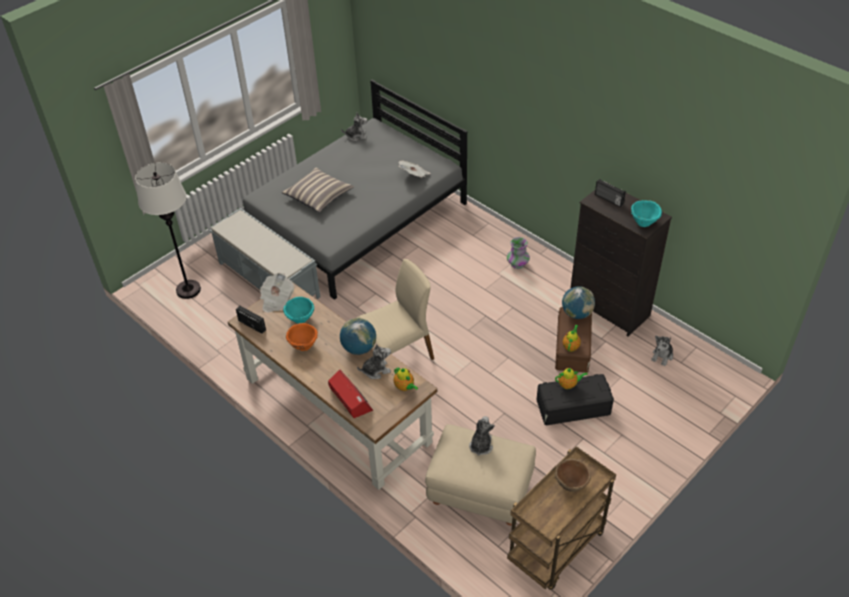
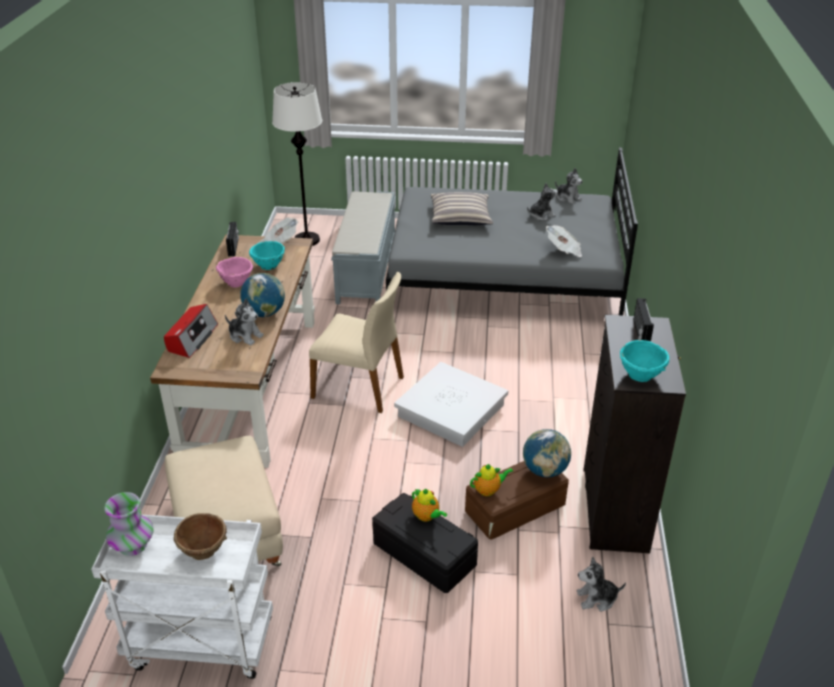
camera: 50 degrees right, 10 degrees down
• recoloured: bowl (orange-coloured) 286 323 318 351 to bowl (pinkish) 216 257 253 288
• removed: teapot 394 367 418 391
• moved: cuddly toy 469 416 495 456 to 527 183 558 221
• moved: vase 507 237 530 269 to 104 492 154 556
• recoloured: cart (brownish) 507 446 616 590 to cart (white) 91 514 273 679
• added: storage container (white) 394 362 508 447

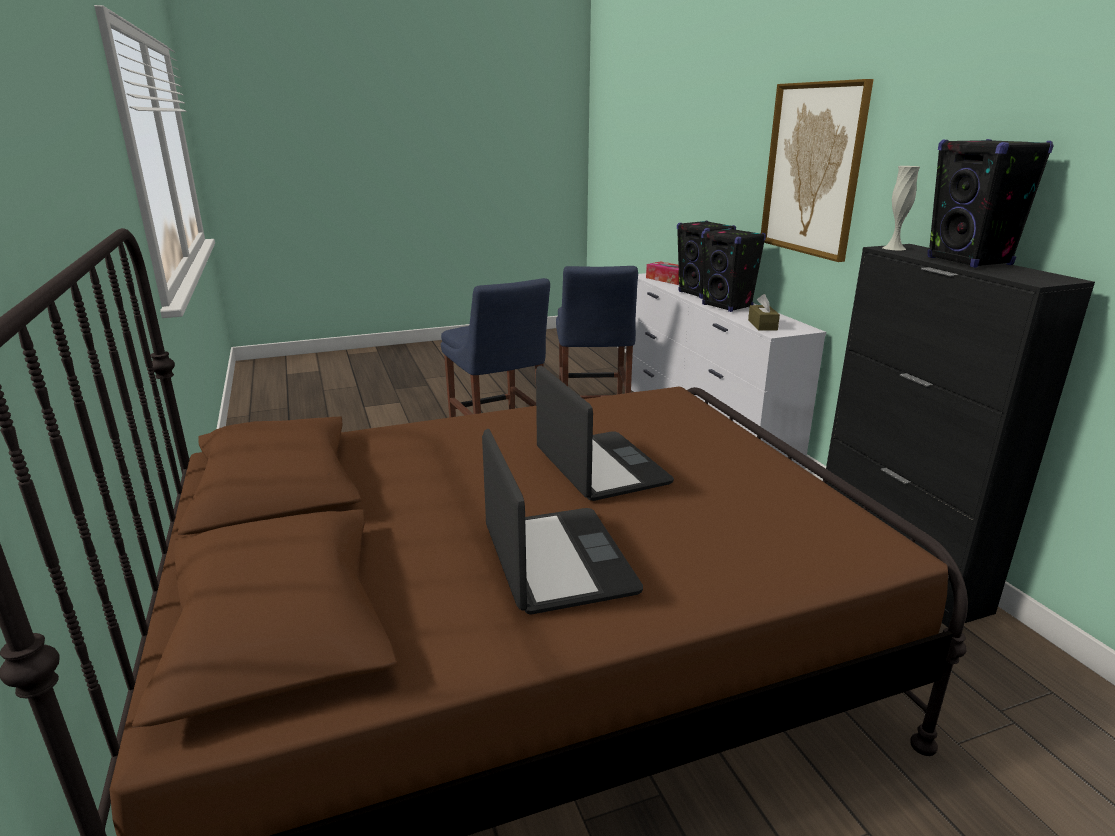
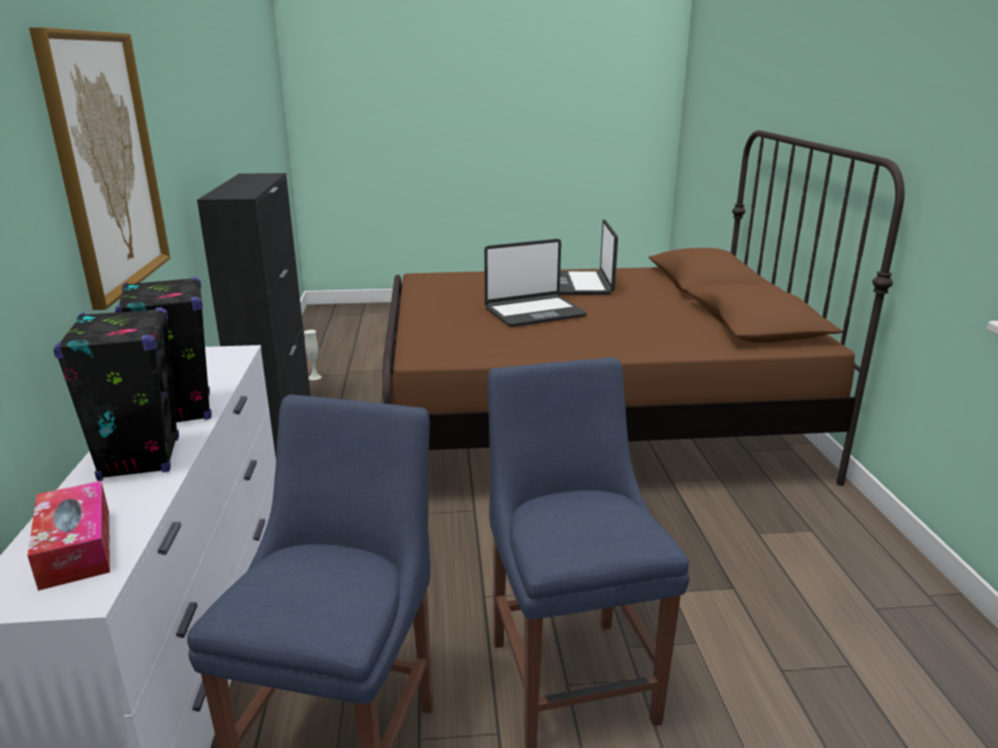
camera: 165 degrees left, 0 degrees up
• turned: portable computer 536 366 674 501 = 484 239 587 327 105 degrees counterclockwise
• removed: box of tissues (brownish) 748 294 780 331
• moved: vase (white) 883 166 920 250 to 304 330 322 380
• removed: speaker (black-coloured) 927 139 1054 268

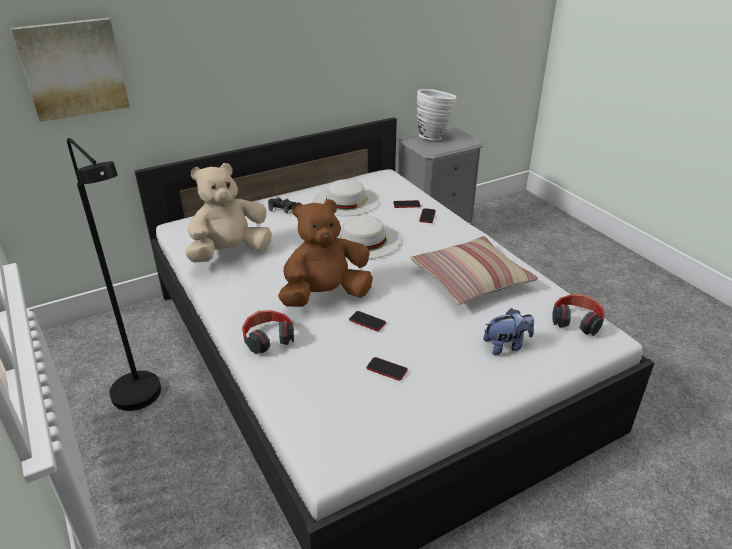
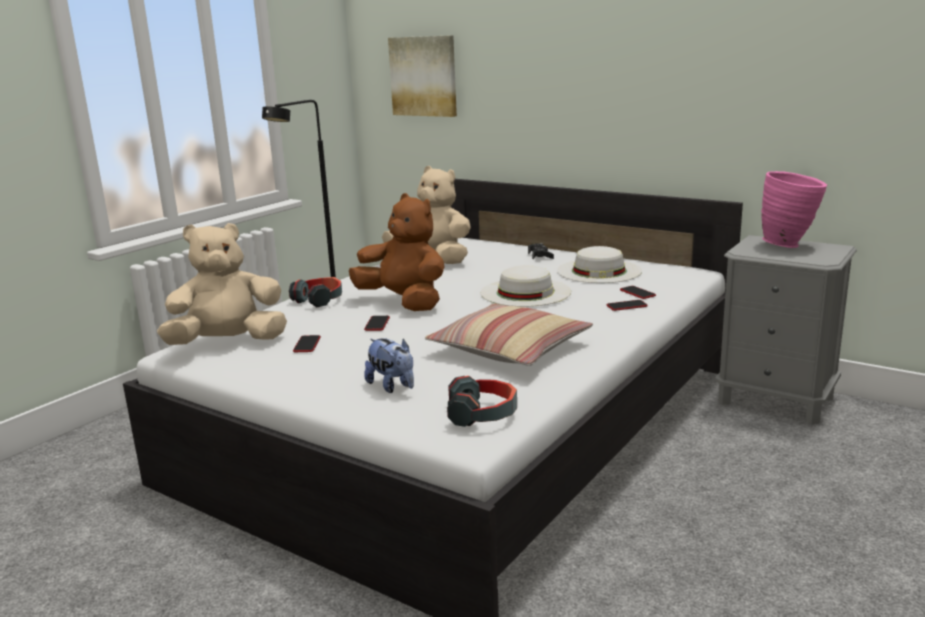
camera: 65 degrees right, 15 degrees down
• recoloured: vase (white) 417 89 456 140 to vase (pinkish) 761 171 827 248
• added: cuddly toy (sand-coloured) 157 223 287 345

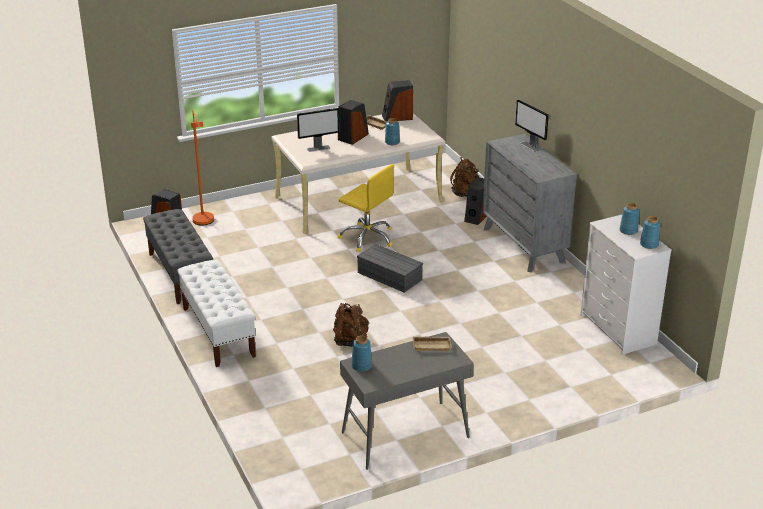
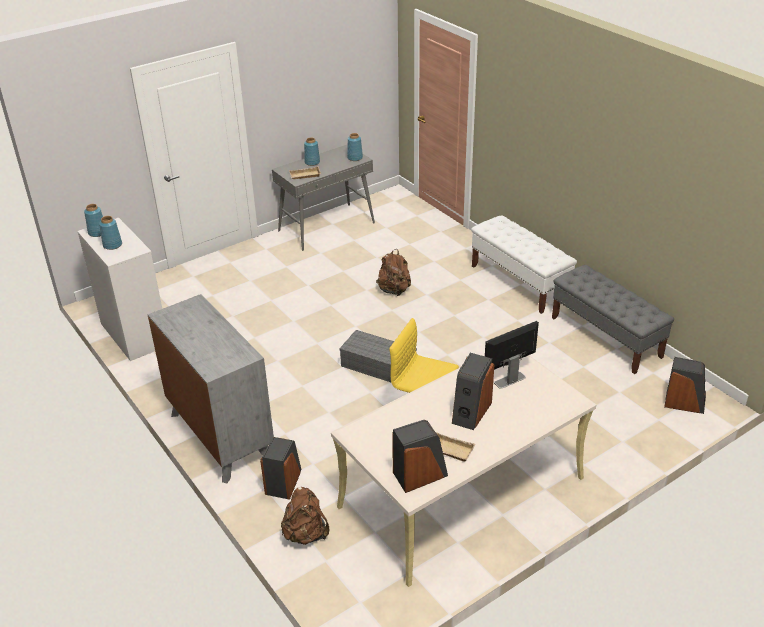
camera: 170 degrees right, 5 degrees up
• removed: standing lamp (orange-coloured) 191 110 214 225
• moved: vase (blue) 385 118 400 145 to 304 137 320 166
• removed: computer display 515 99 549 152

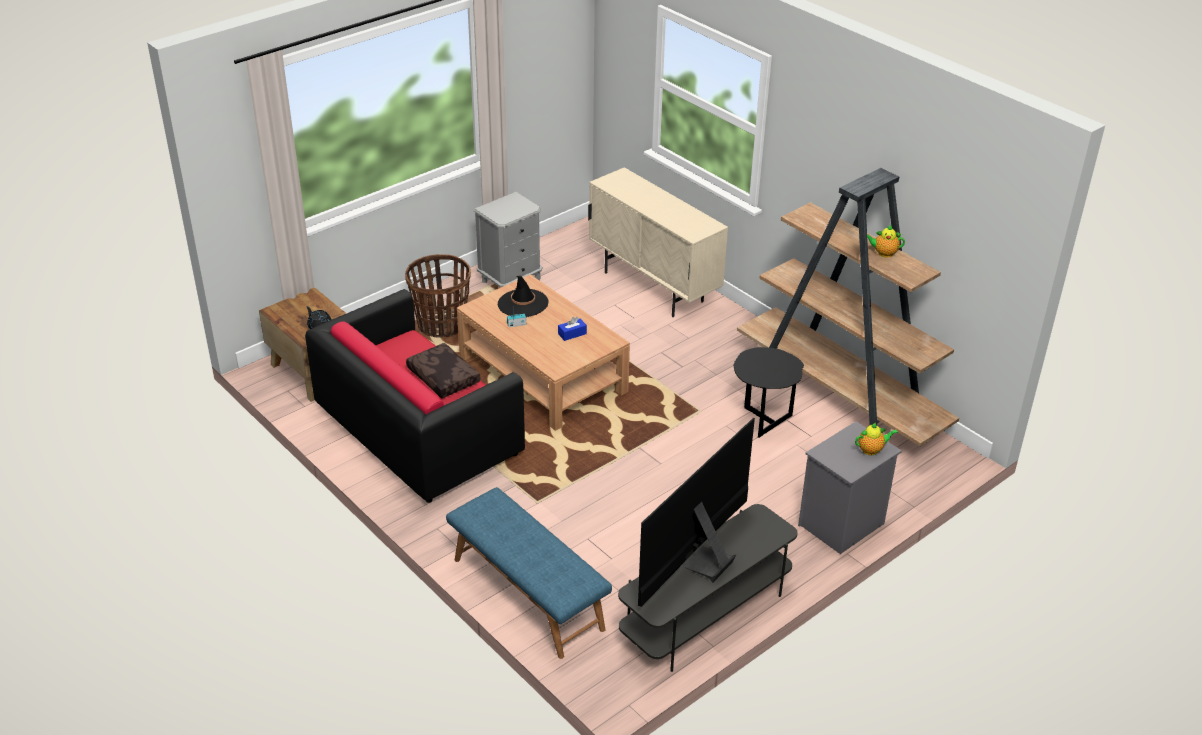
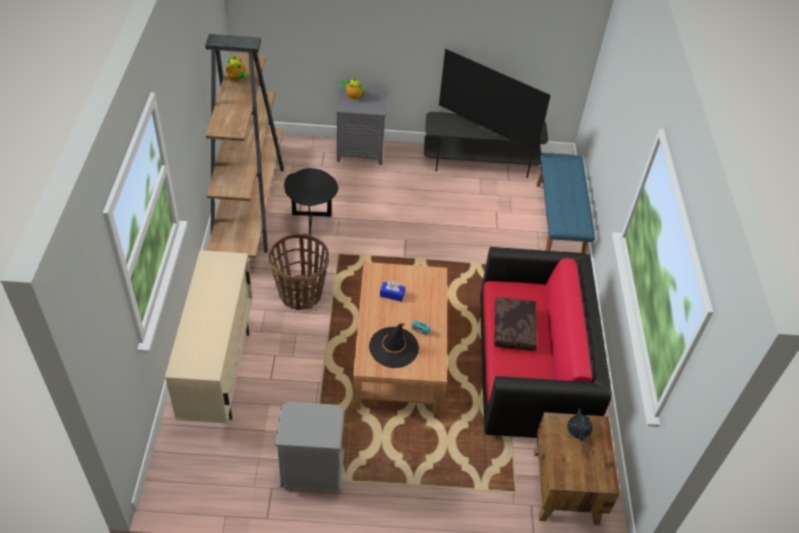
camera: 140 degrees left, 10 degrees up
• moved: household basket 405 254 471 338 to 269 233 329 310
• turned: TV set 638 418 755 607 = 439 49 551 151 45 degrees clockwise

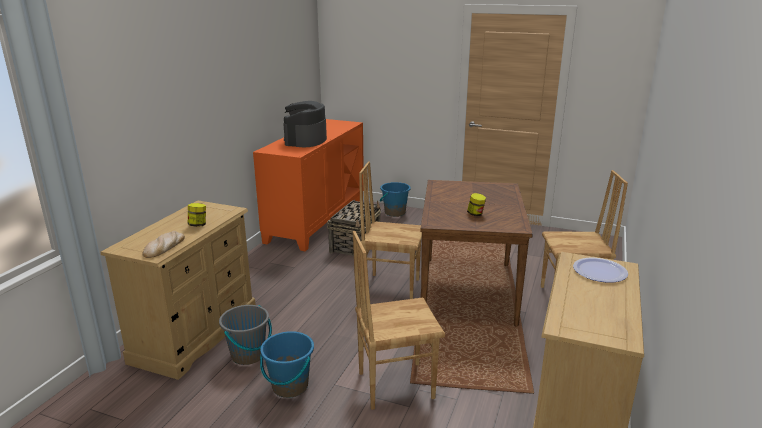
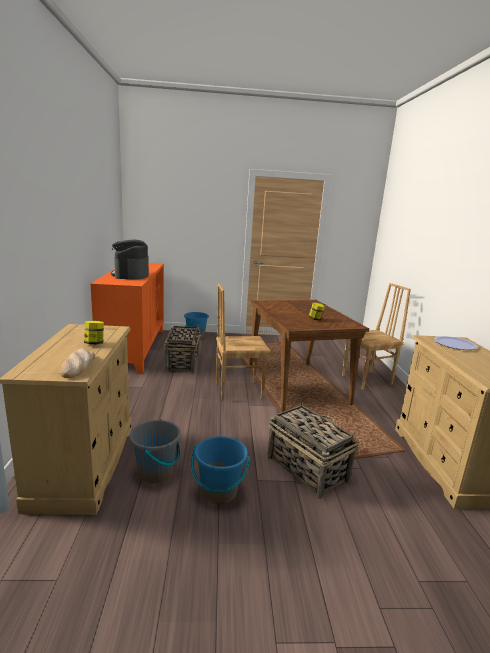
camera: 25 degrees left, 5 degrees down
• replaced: chair (brownish) 353 231 445 410 to household basket 268 400 359 499

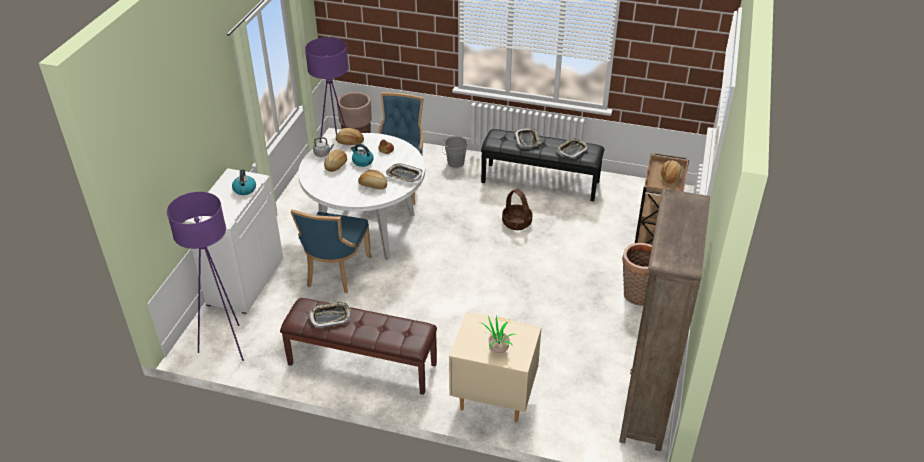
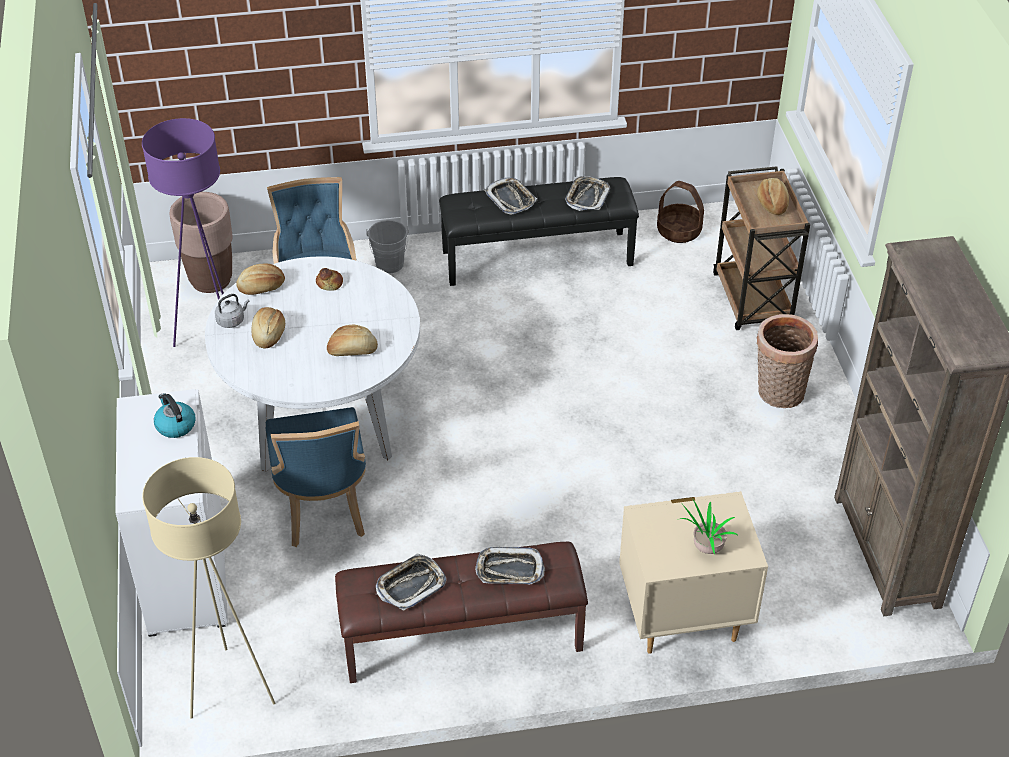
camera: 25 degrees left, 5 degrees up
• recoloured: standing lamp (purple) 167 192 244 361 to standing lamp (sand-coloured) 142 457 275 719
• removed: tea kettle 351 144 374 167
• moved: carrying tray 386 163 423 182 to 475 547 545 585
• moved: household basket 502 189 532 230 to 657 181 704 243

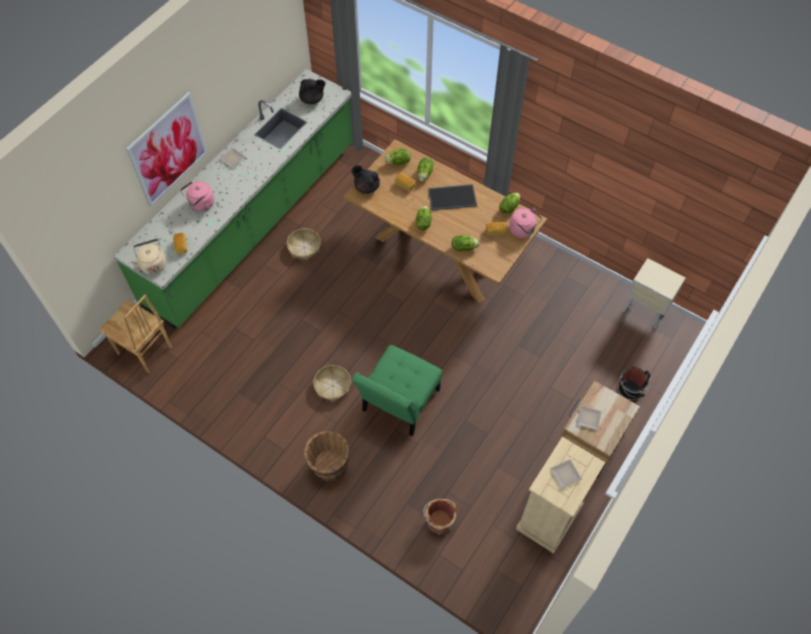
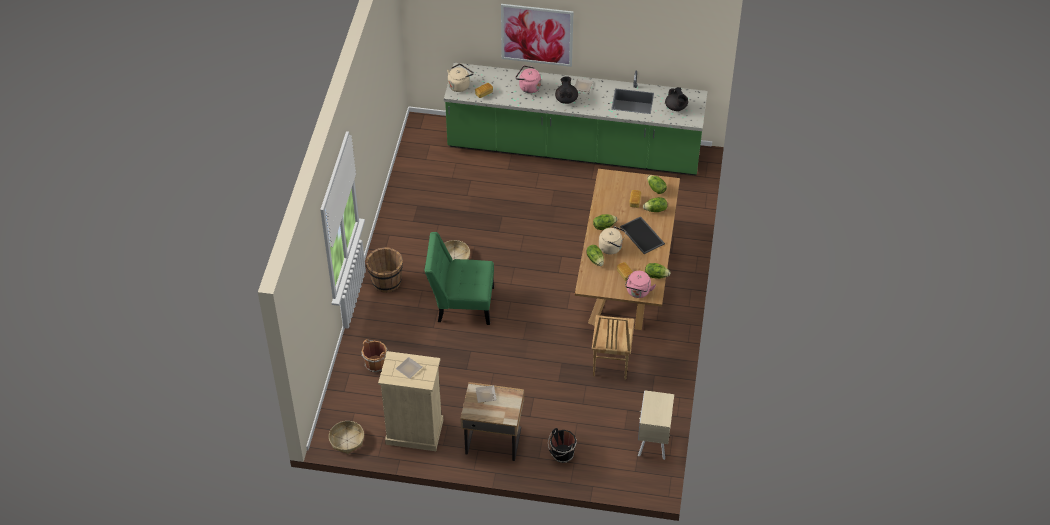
camera: 65 degrees right, 10 degrees down
• moved: chair (brownish) 99 295 172 373 to 592 315 635 380
• moved: household basket 287 229 321 260 to 329 421 364 454
• moved: teapot (black-coloured) 351 165 380 194 to 555 76 578 104
• added: tea kettle (sand-coloured) 599 226 626 255

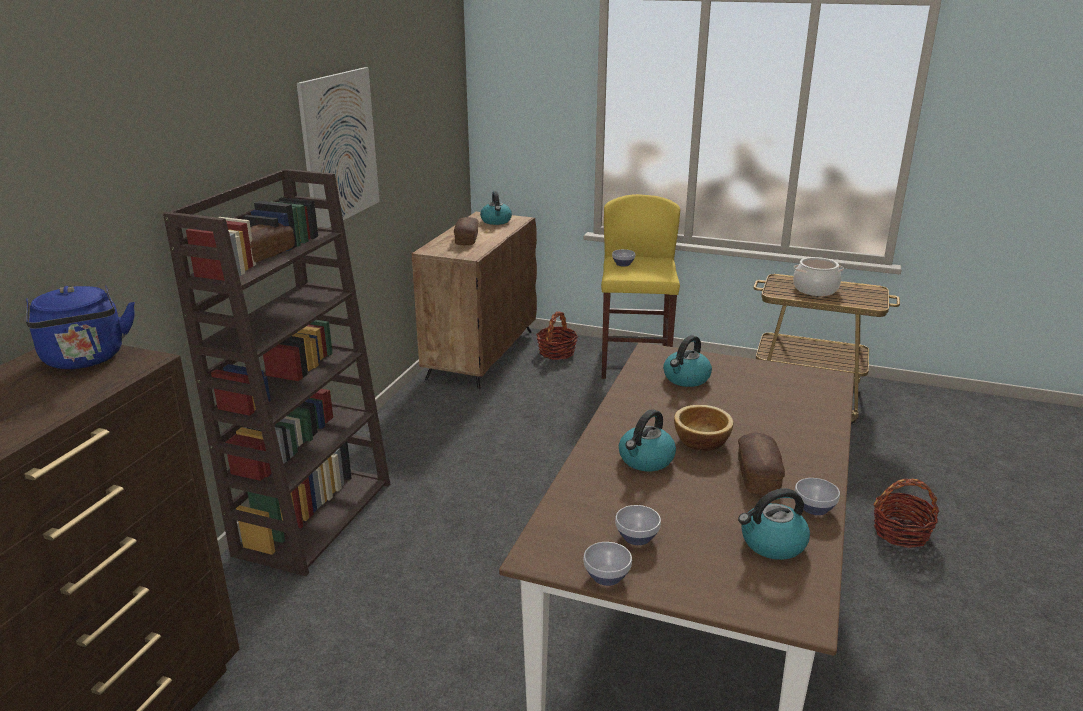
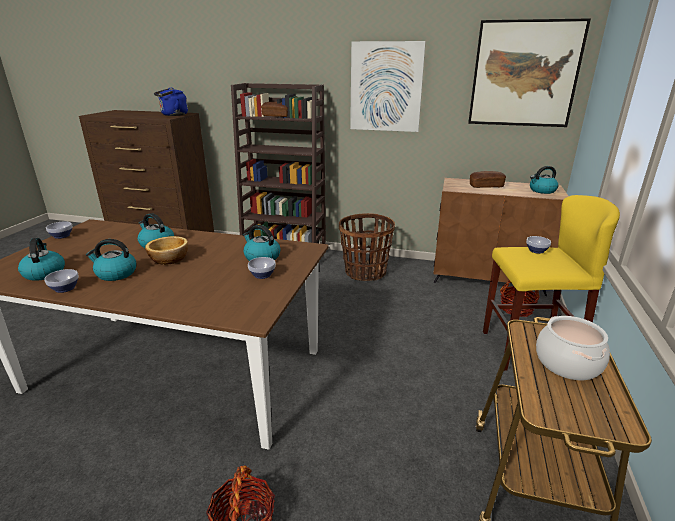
camera: 85 degrees right, 0 degrees up
• moved: bowl 615 505 661 545 to 248 257 276 279
• replaced: baked bread 738 433 785 495 to tea kettle 86 239 136 281
• added: household basket 339 213 395 281
• added: picture 468 18 591 127

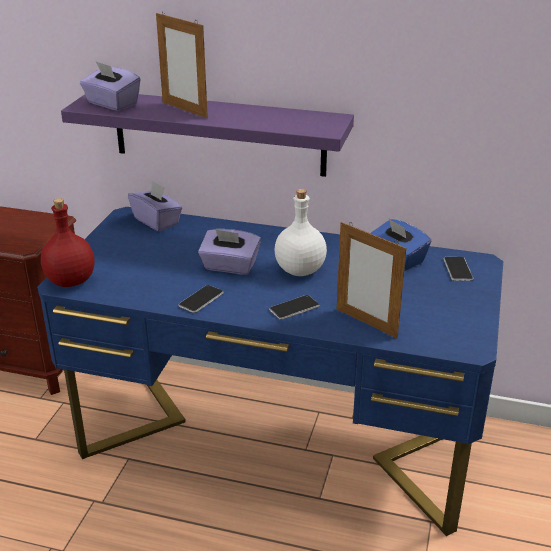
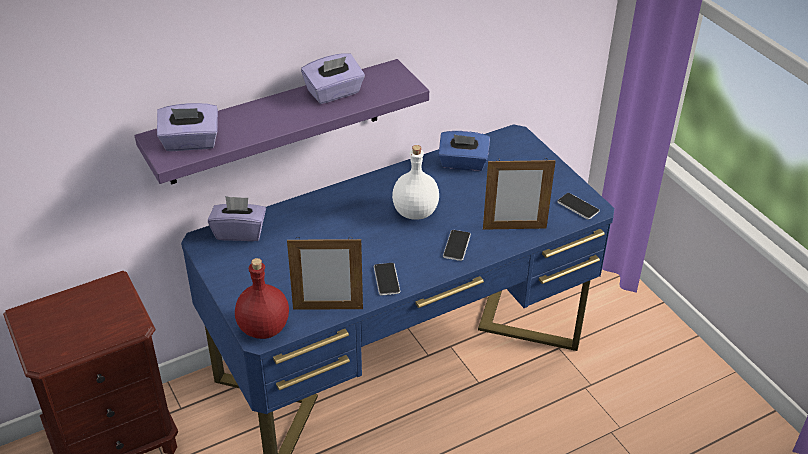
camera: 45 degrees left, 10 degrees up
• moved: standing frame 156 11 208 118 to 287 237 363 310
• moved: box of tissues (purple) 198 229 261 275 to 301 53 365 104
• moved: phone 443 257 473 281 to 557 193 600 220

